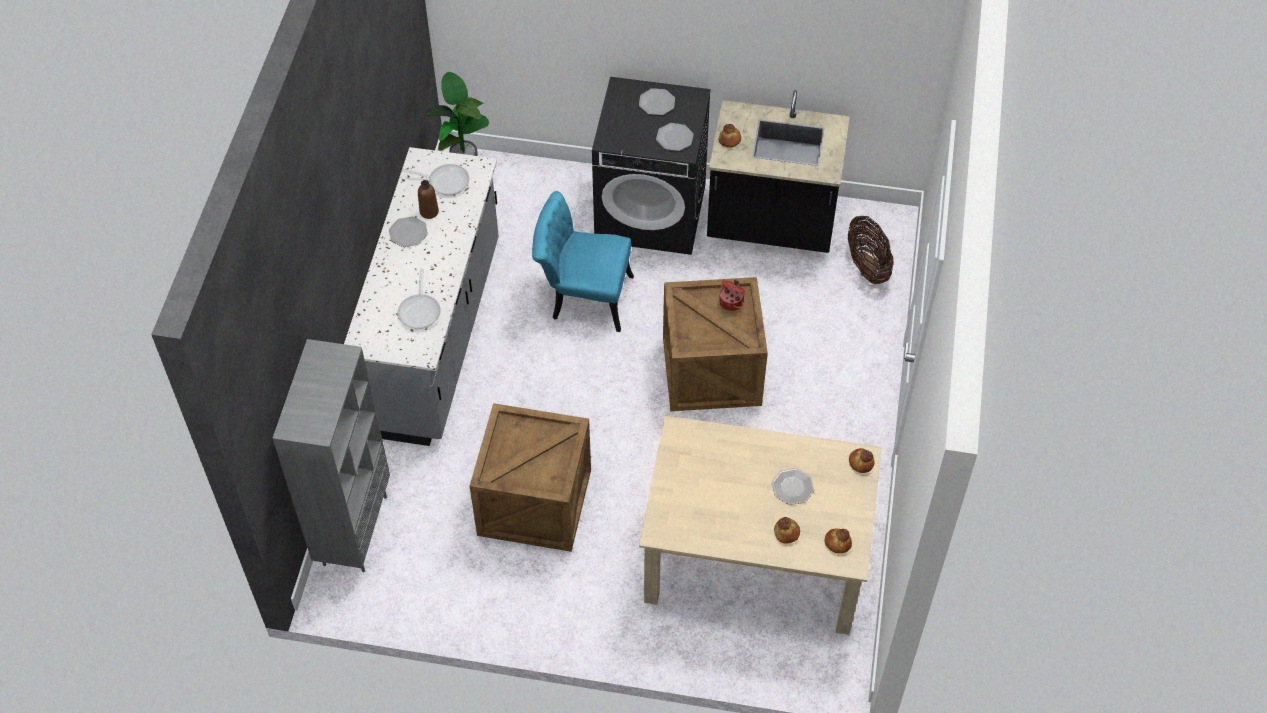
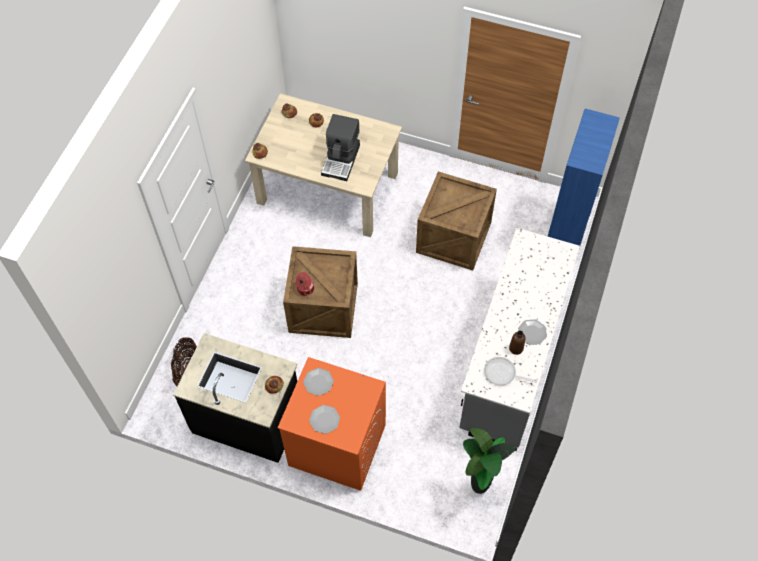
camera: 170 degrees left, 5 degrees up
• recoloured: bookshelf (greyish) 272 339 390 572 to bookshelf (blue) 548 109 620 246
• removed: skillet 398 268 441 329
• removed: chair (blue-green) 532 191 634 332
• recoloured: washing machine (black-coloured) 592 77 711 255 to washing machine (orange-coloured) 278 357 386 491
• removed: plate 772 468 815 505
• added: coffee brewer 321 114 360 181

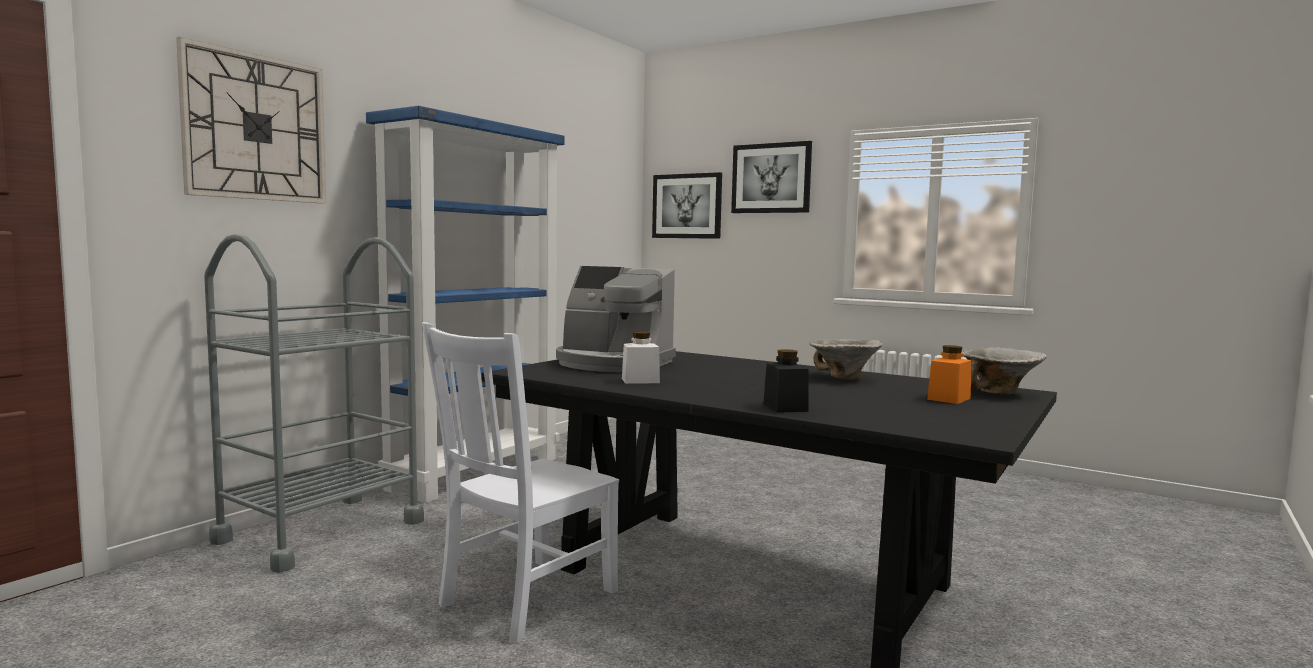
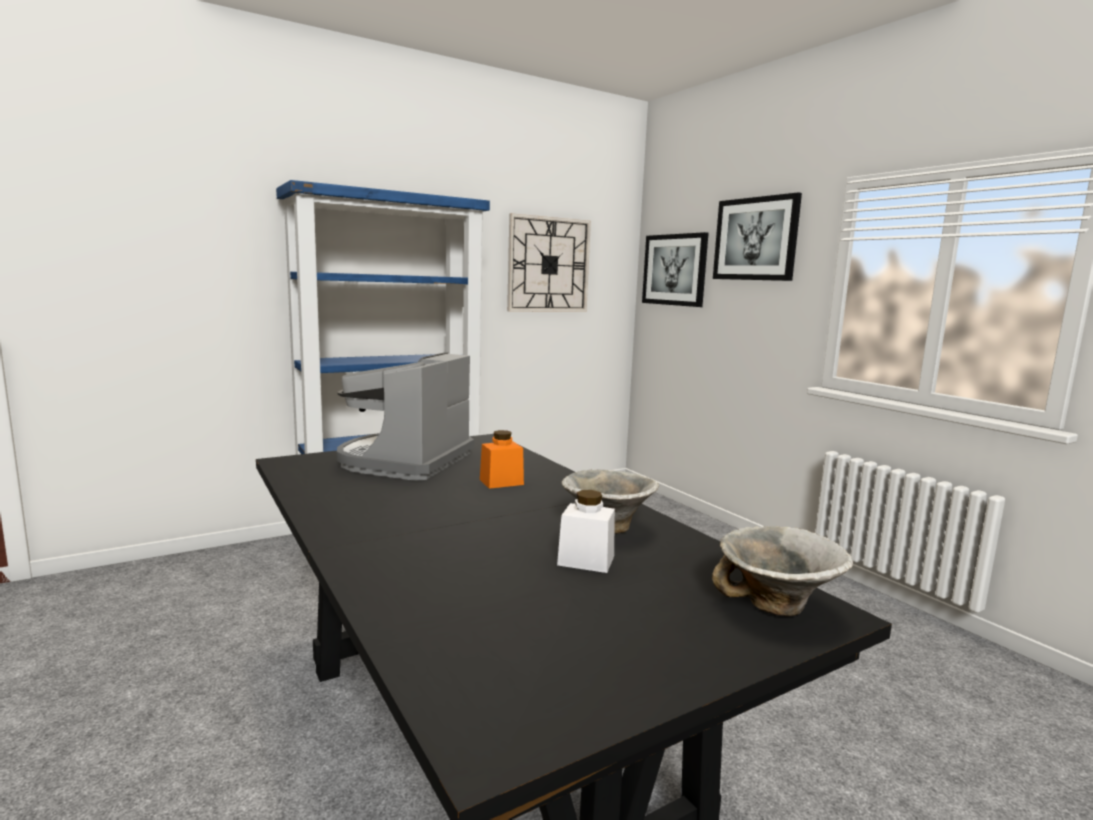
camera: 25 degrees right, 5 degrees up
• moved: clock on the wall 176 37 326 204 to 507 213 591 312
• removed: cart (greyish) 204 234 424 573
• removed: chair (white) 422 322 619 643
• turned: coffee brewer 556 266 676 372 = 337 352 474 481 60 degrees clockwise
• moved: preserve jar (white) 622 332 660 384 to 557 490 615 573
• removed: preserve jar (black-coloured) 763 349 808 413
• moved: preserve jar (orange-coloured) 927 345 971 404 to 480 430 524 489

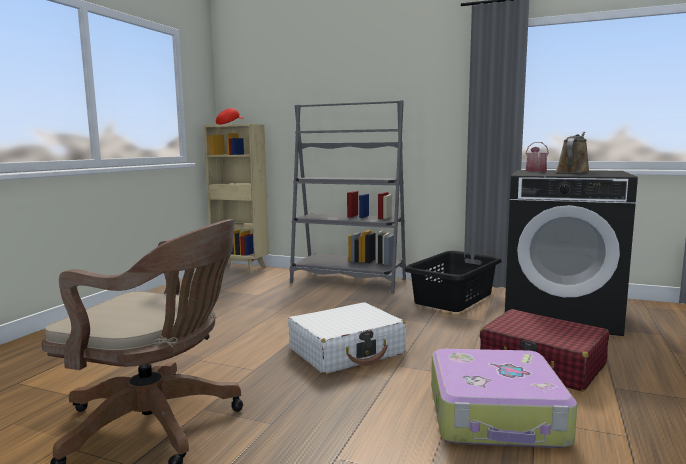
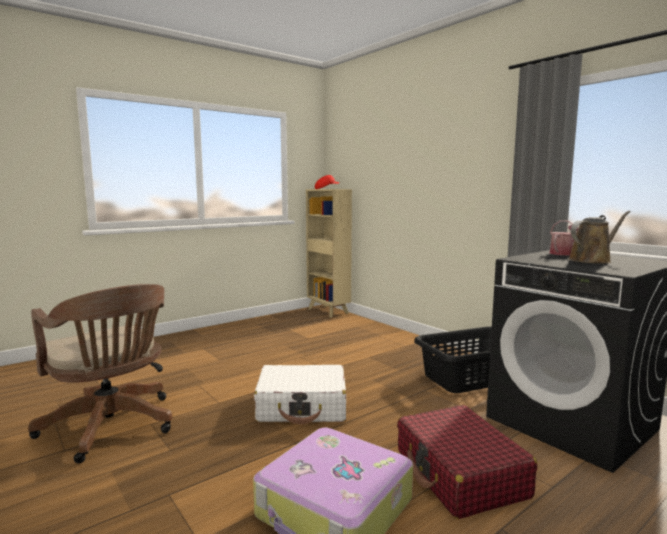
camera: 30 degrees right, 0 degrees up
• removed: bookshelf (greyish) 290 100 406 294

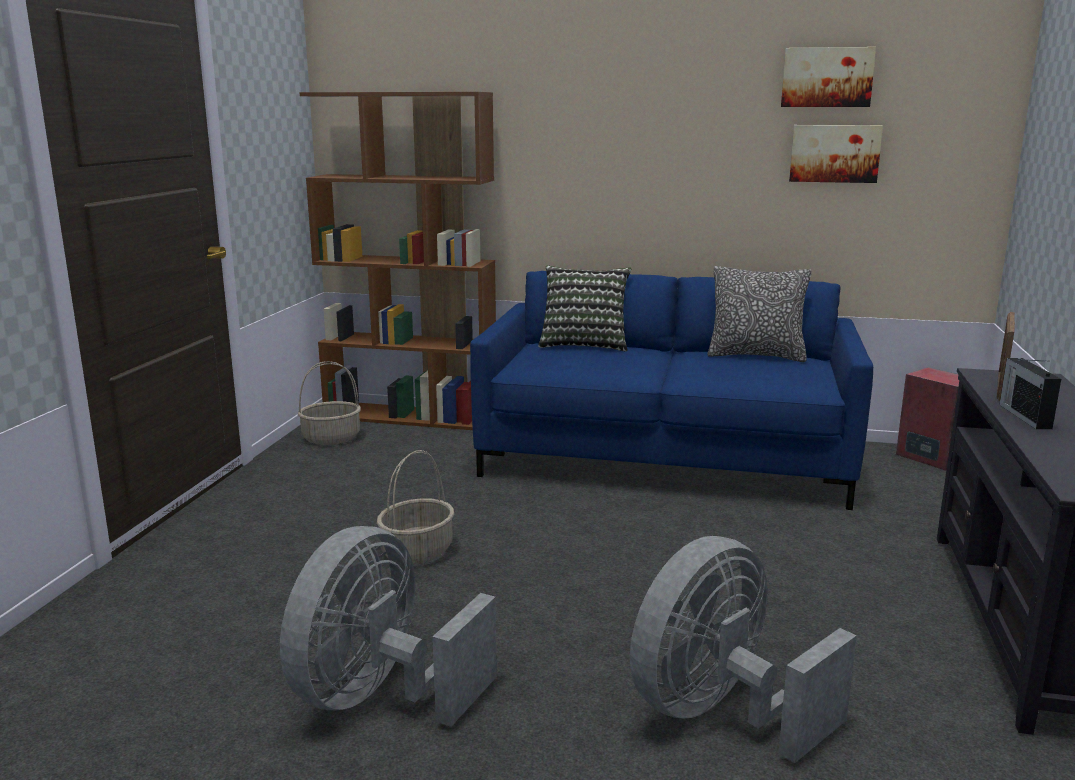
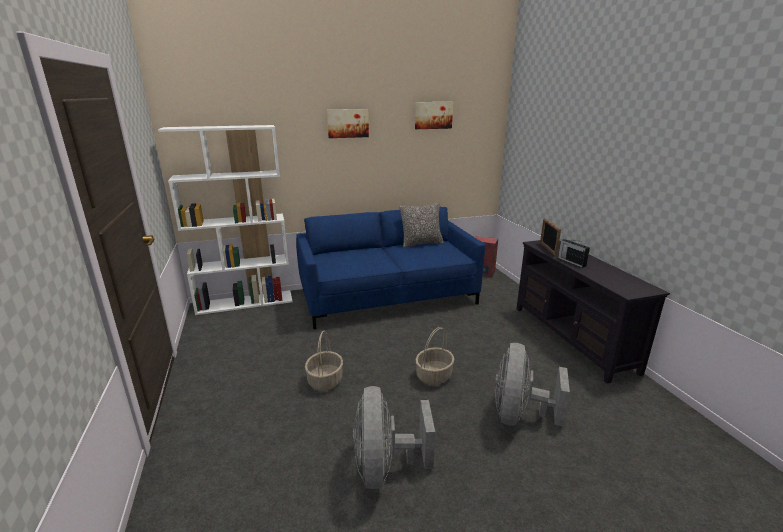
camera: 30 degrees left, 5 degrees up
• moved: household basket 298 361 361 445 to 415 327 454 385
• recoloured: bookshelf (brownish) 299 92 496 430 to bookshelf (white) 158 125 292 315
• removed: throw pillow 538 265 631 352
• moved: picture 789 125 883 183 to 327 109 369 138

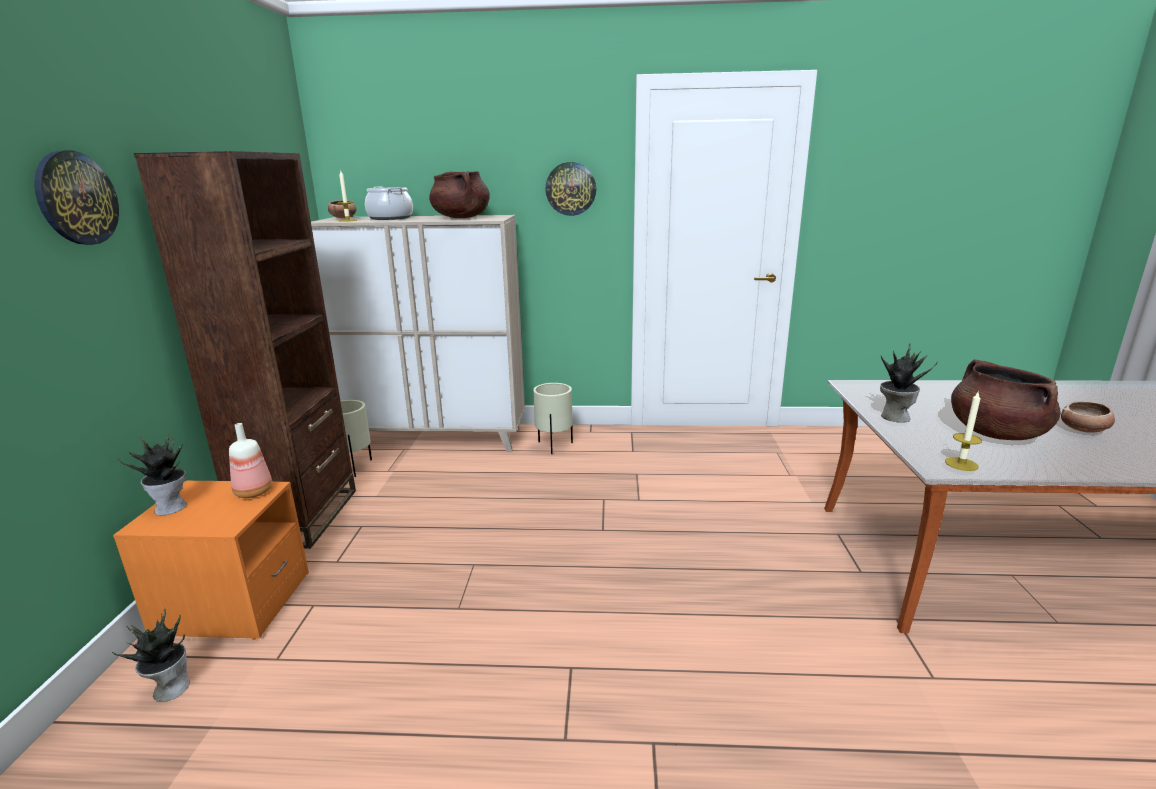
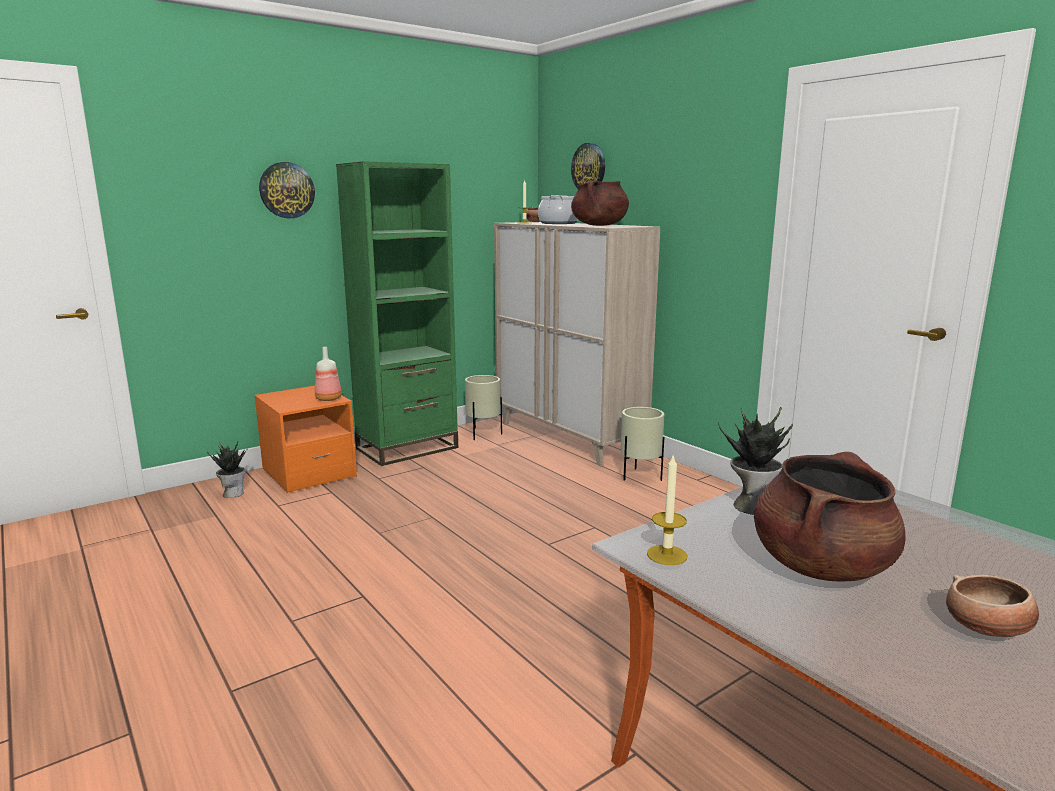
camera: 50 degrees right, 5 degrees down
• removed: houseplant 118 435 187 515
• recoloured: bookshelf (brownish) 134 151 356 549 to bookshelf (green) 336 161 458 466
• moved: clock on the wall 545 162 596 216 to 571 143 605 189

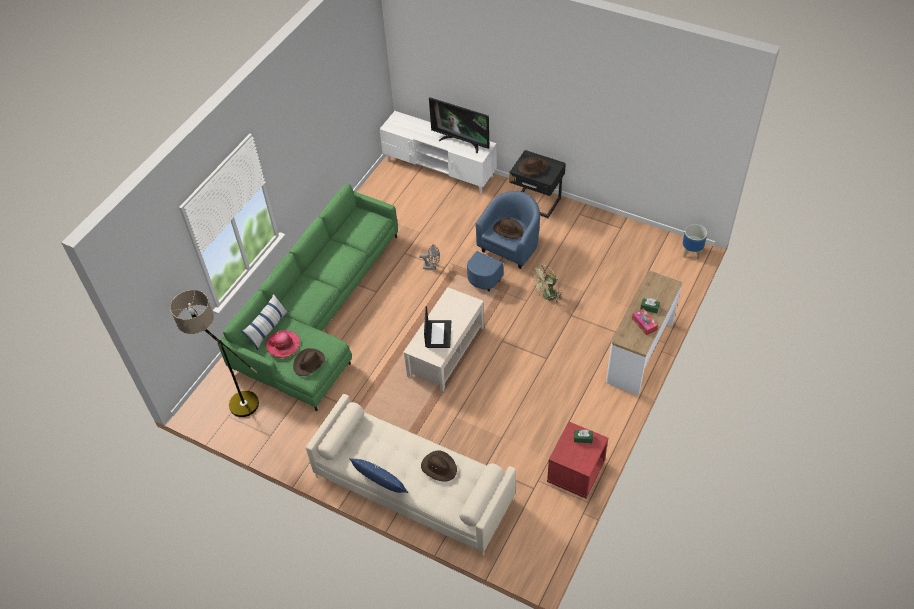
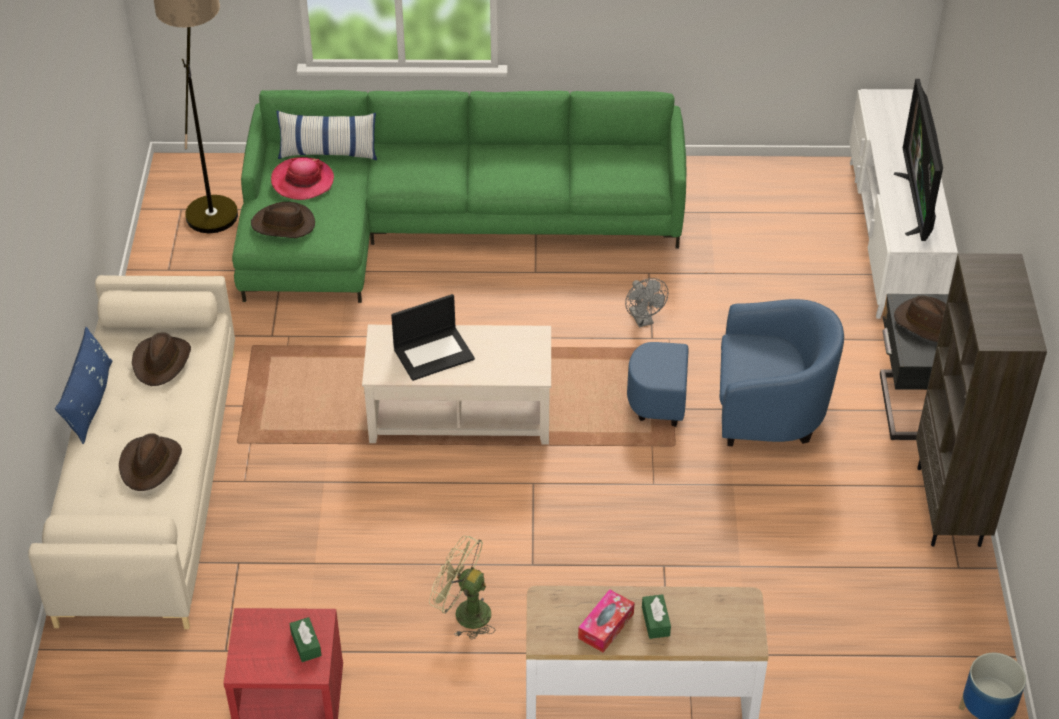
camera: 60 degrees right, 5 degrees down
• moved: clothing hat (brownish) 493 218 524 239 to 132 332 191 386
• moved: cooling fan (green) 531 264 563 303 to 429 536 495 640
• added: bookshelf (brownish) 916 253 1047 547

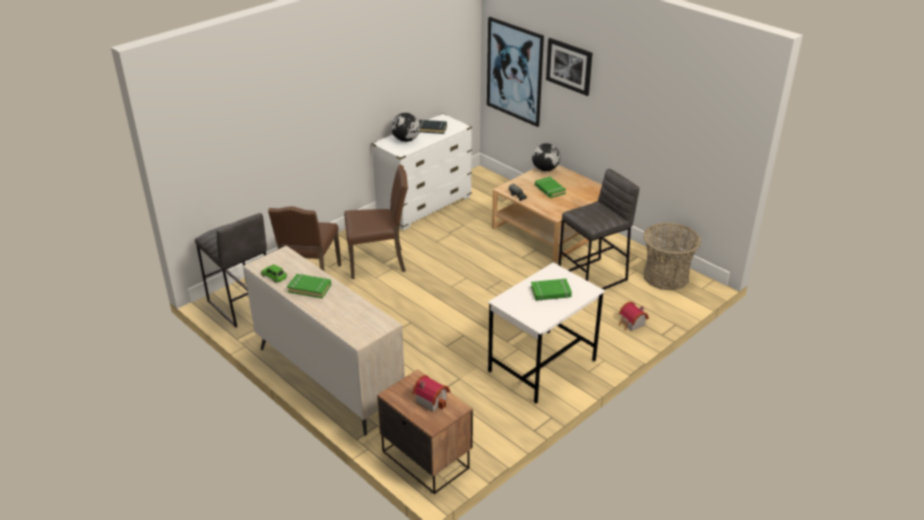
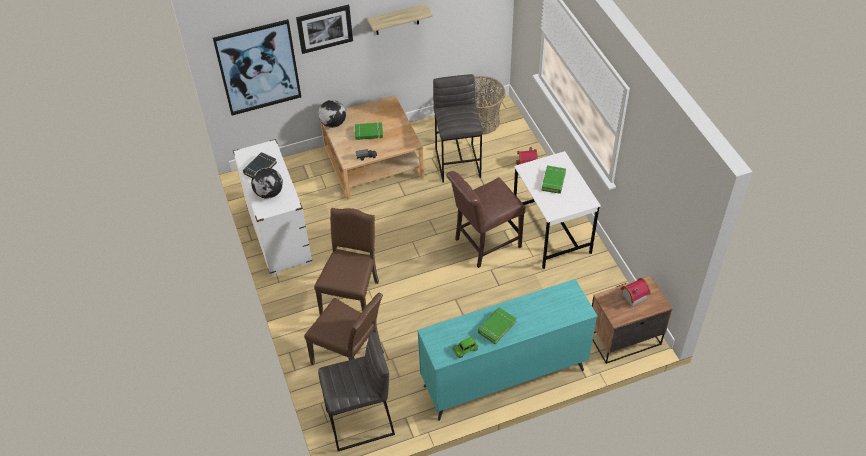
camera: 65 degrees left, 15 degrees up
• recoloured: drawer chest (sand-coloured) 243 246 405 436 to drawer chest (blue-green) 417 279 597 421
• added: wall shelf 367 4 433 35
• added: chair (brownish) 446 171 525 268

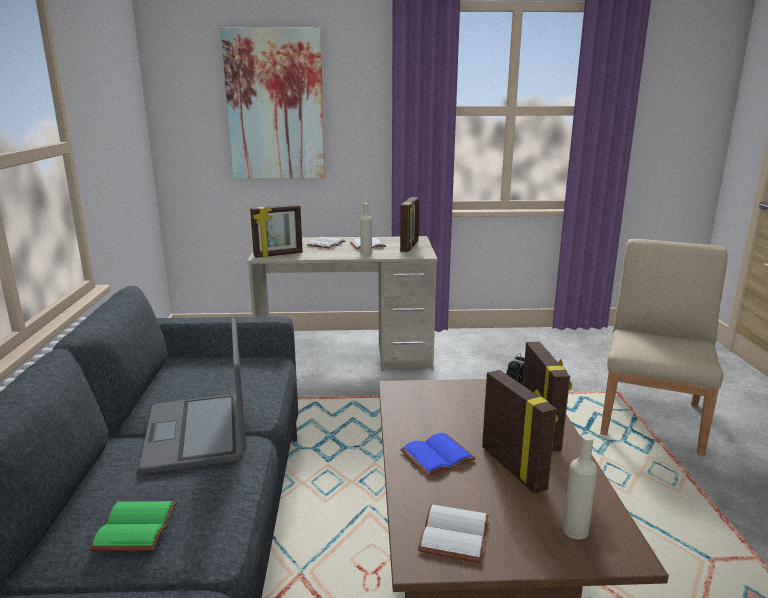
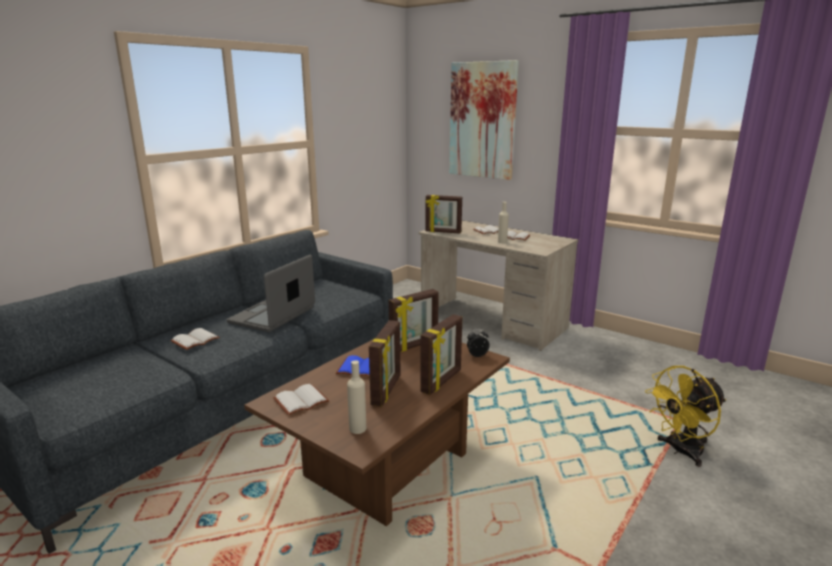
camera: 40 degrees right, 0 degrees up
• recoloured: bound book (green) 89 501 177 551 to bound book (white) 170 328 220 350
• moved: standing frame 400 197 419 252 to 389 289 439 352
• replaced: chair (sand-coloured) 600 239 728 456 to cooling fan (yellow-coloured) 645 366 726 467

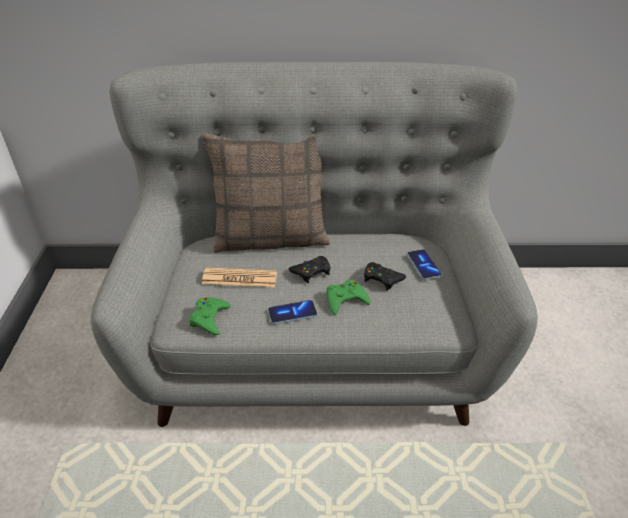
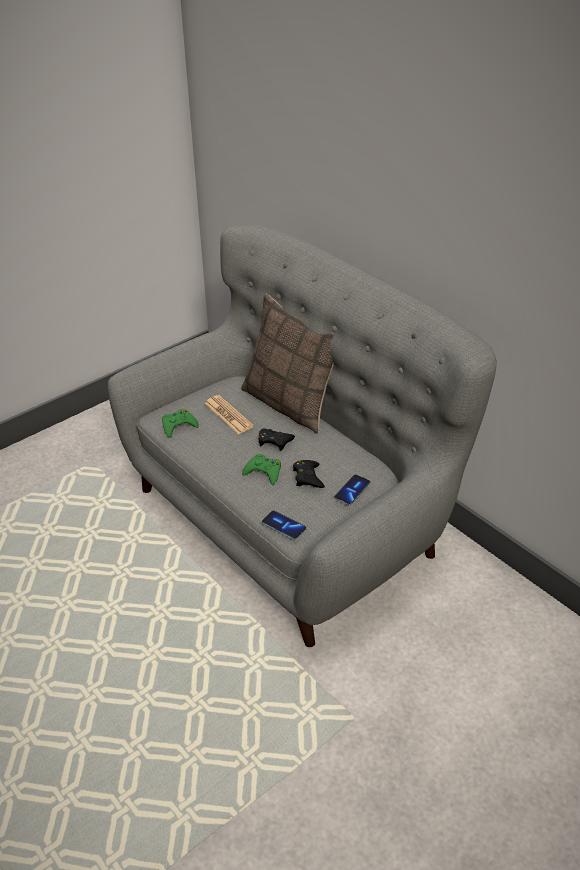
camera: 50 degrees right, 0 degrees up
• moved: phone 268 300 317 325 to 262 510 306 540

